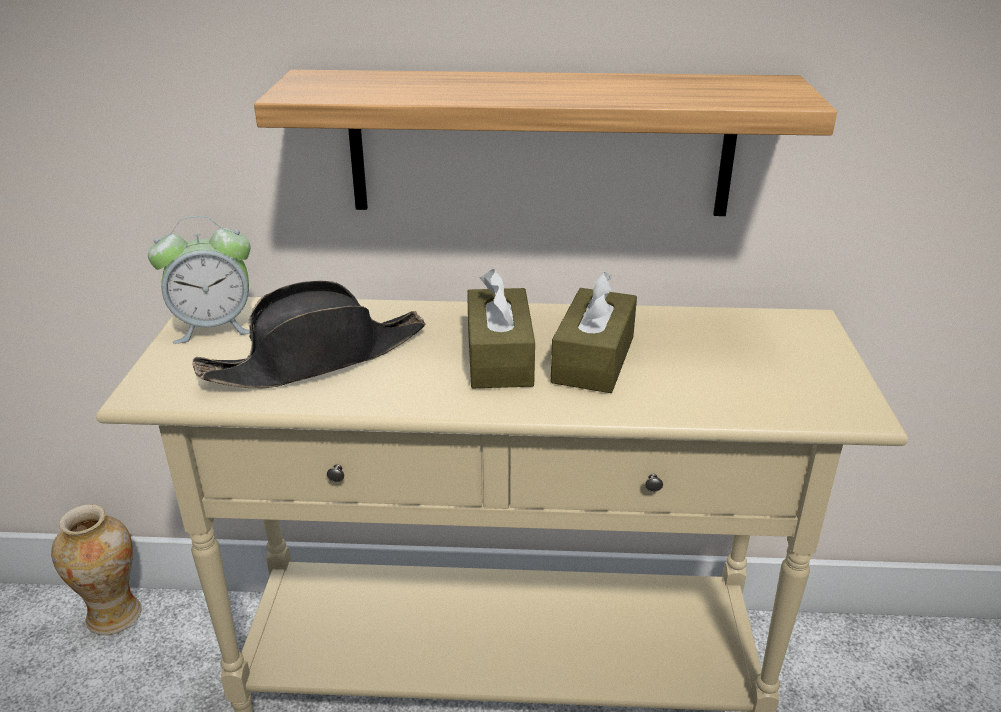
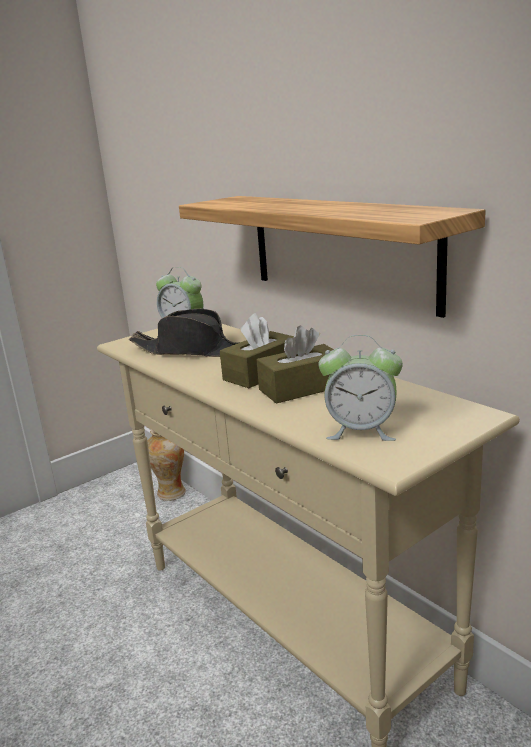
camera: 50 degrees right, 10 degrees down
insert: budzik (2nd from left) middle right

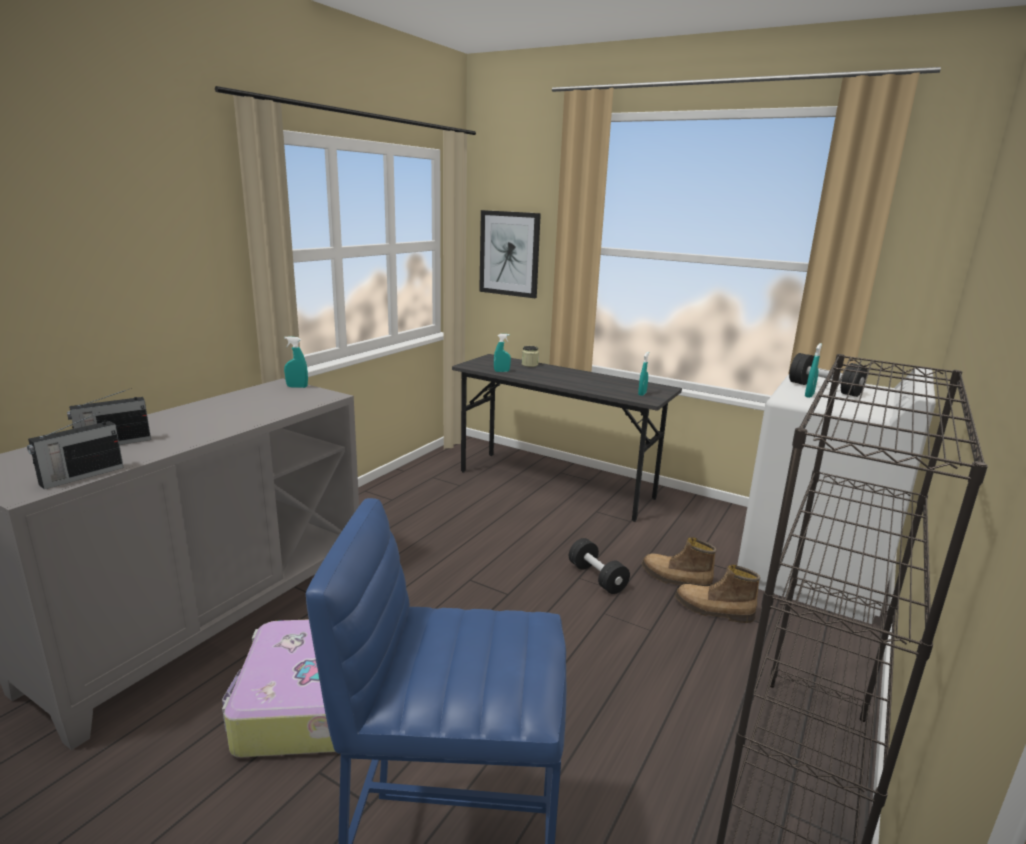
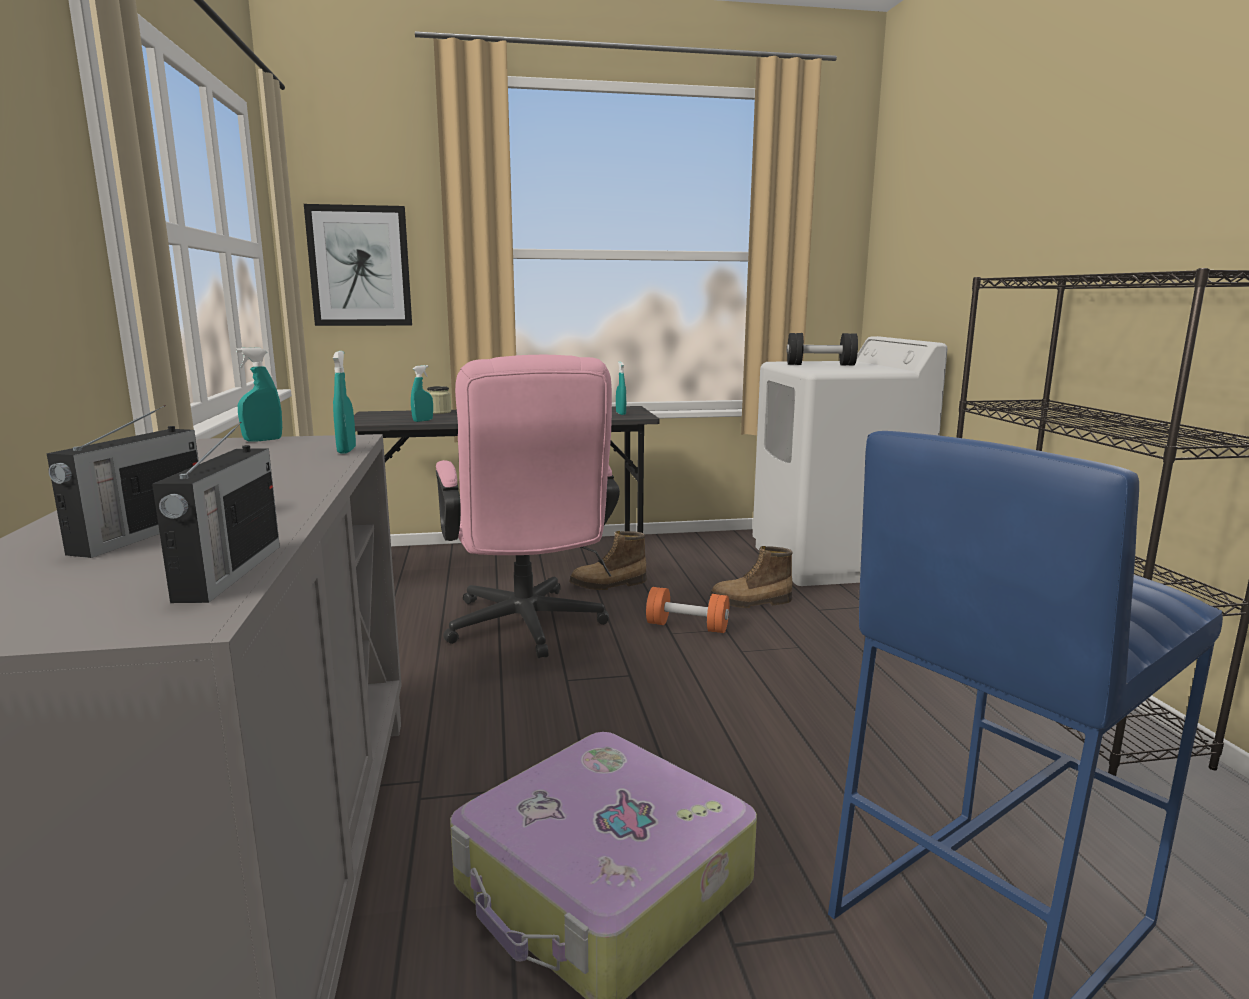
camera: 40 degrees left, 5 degrees down
insert: krzesło biurowe [różowy] centre
move: but z cholewką (2nd from left in the first image) bottom right to but z cholewką (1st from left) centre; spryskiwacz [turkusowy] (4th from left in the first image) middle right to spryskiwacz [turkusowy] (2nd from left) middle left
recolor: hantel [czarny] (1st from left) bottom centre to hantel [pomarańczowy] centre

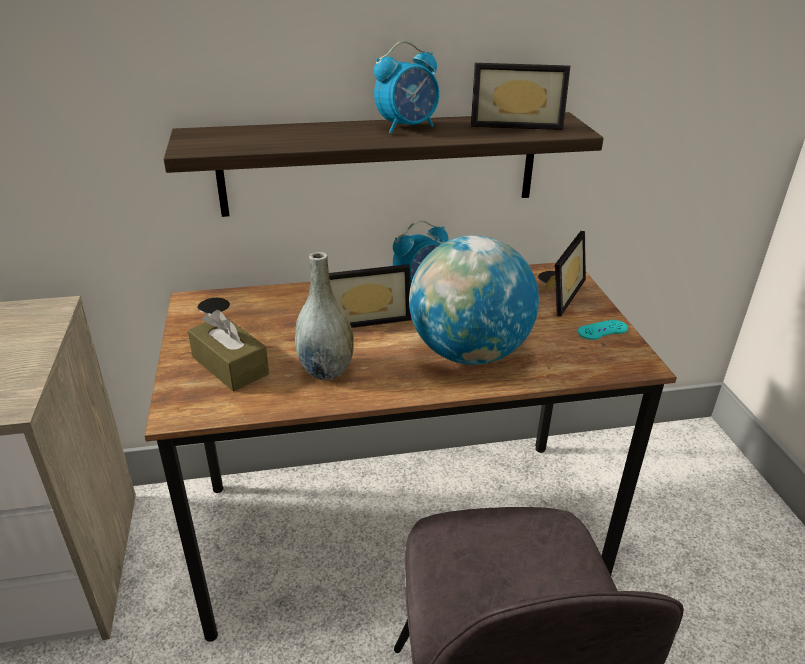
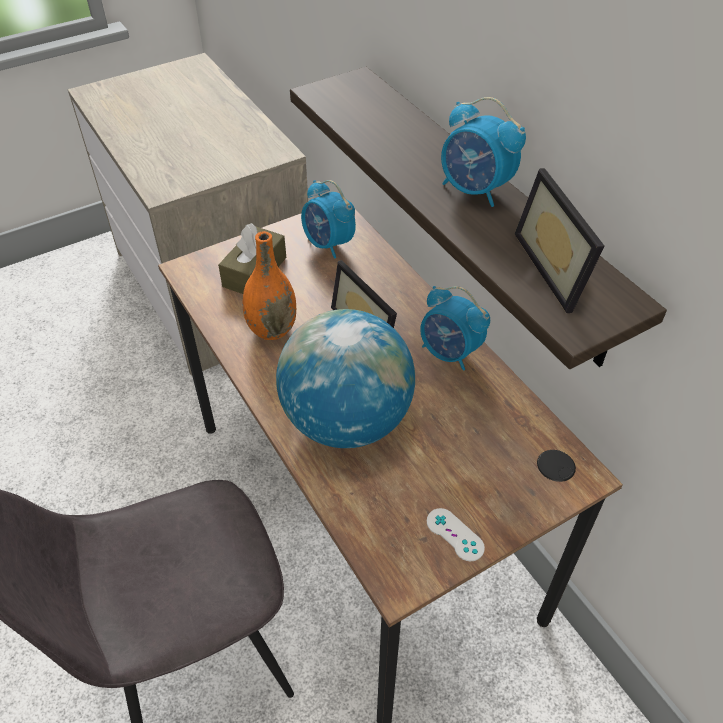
camera: 70 degrees right, 15 degrees up
delete: ramka na zdjęcie (3rd from left) middle right
insert: budzik (1st from left) top centre
recolor: wazon [szary] centre to wazon [pomarańczowy] centre; pad do gier [turkusowy] middle right to pad do gier [biały] bottom centre

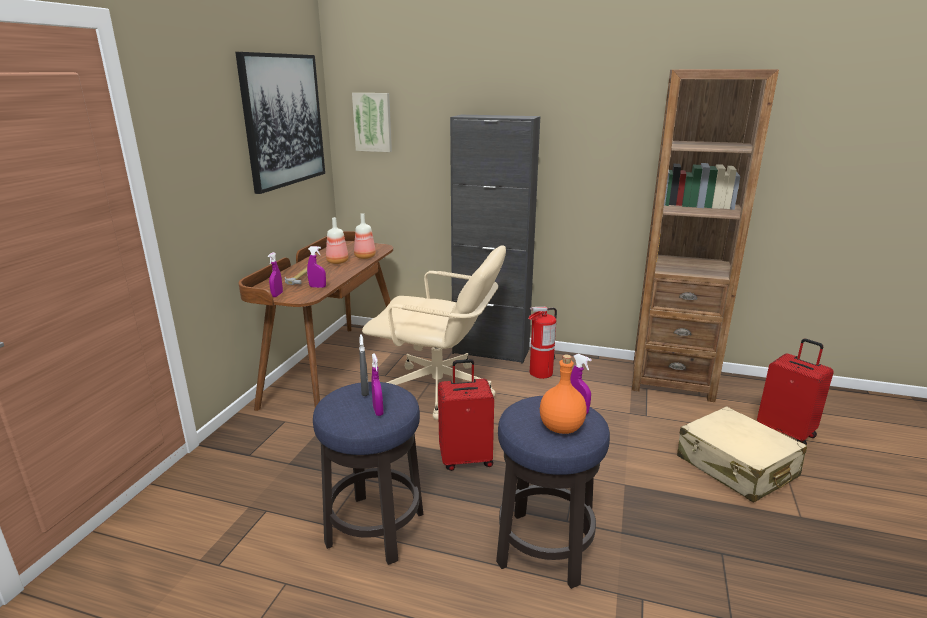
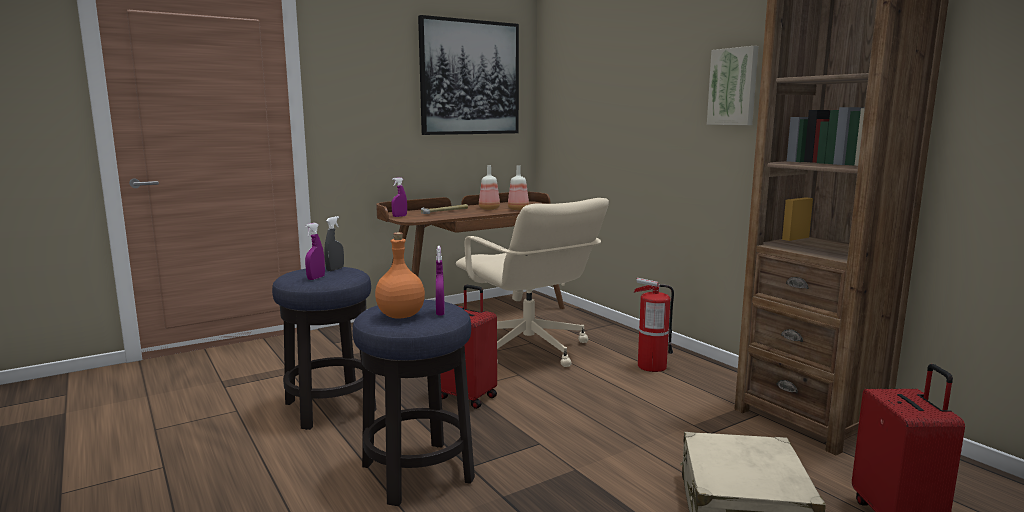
camera: 40 degrees right, 10 degrees down
delete: spryskiwacz [fioletowy] (2nd from left) centre; szafka [czarny] centre
move: obraz (2nd from left) top centre to top right

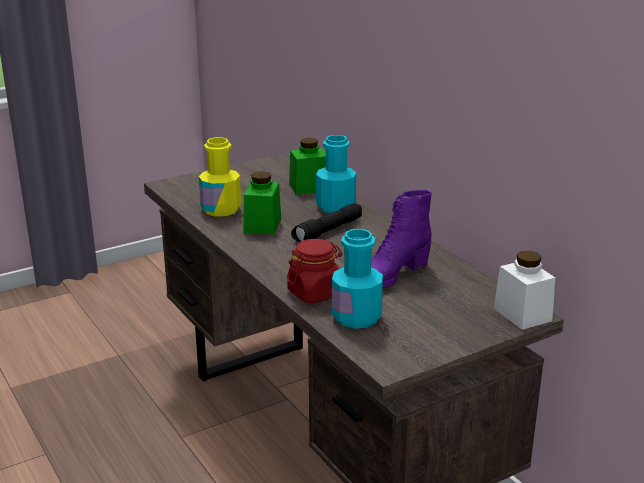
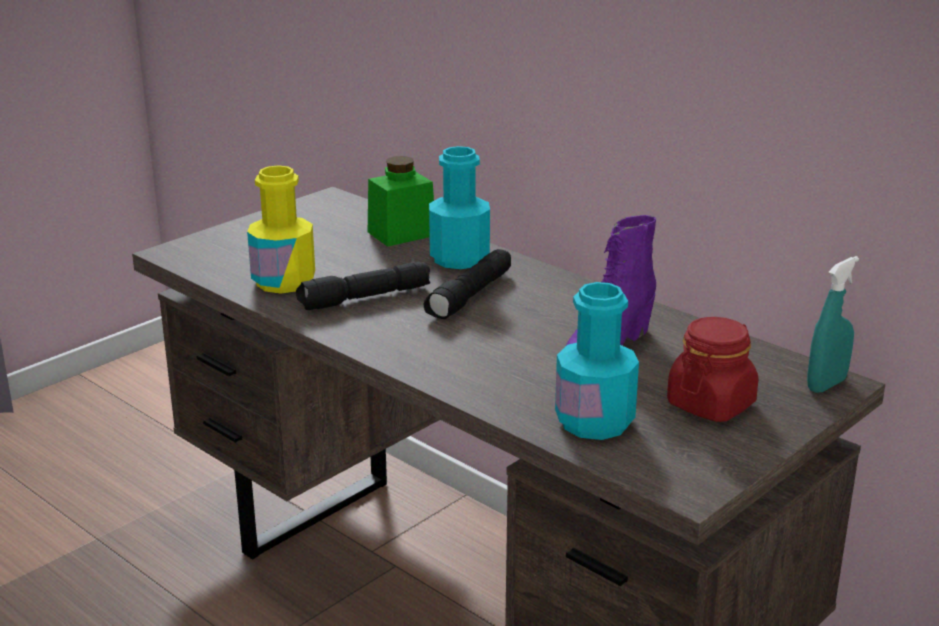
camera: 15 degrees left, 0 degrees up
move: słoik [czerwony] centre to middle right
replace: słoik [zielony] (1st from left) centre to latarka [czarny] (1st from left) centre; słoik [biały] middle right to spryskiwacz [turkusowy] middle right

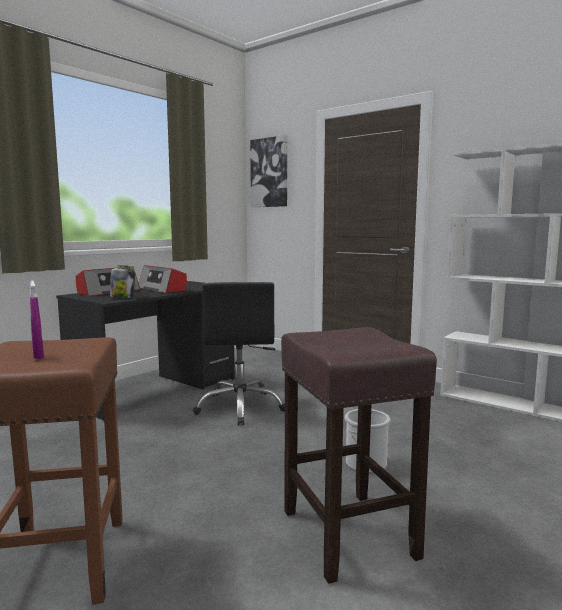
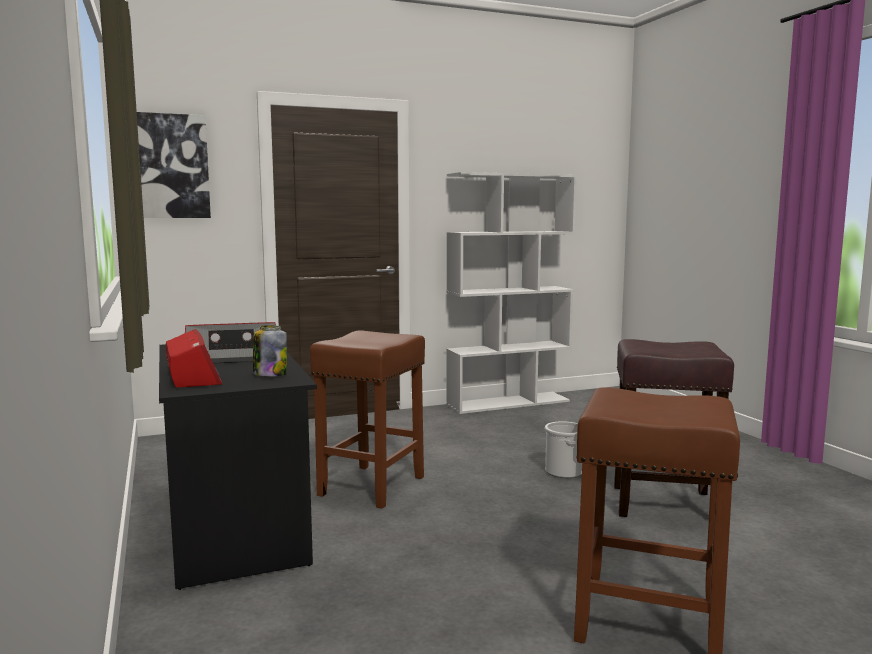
camera: 60 degrees left, 0 degrees up
delete: spryskiwacz [fioletowy] middle left
replace: krzesło biurowe [czarny] centre to stołek [brązowy] (1st from left) centre

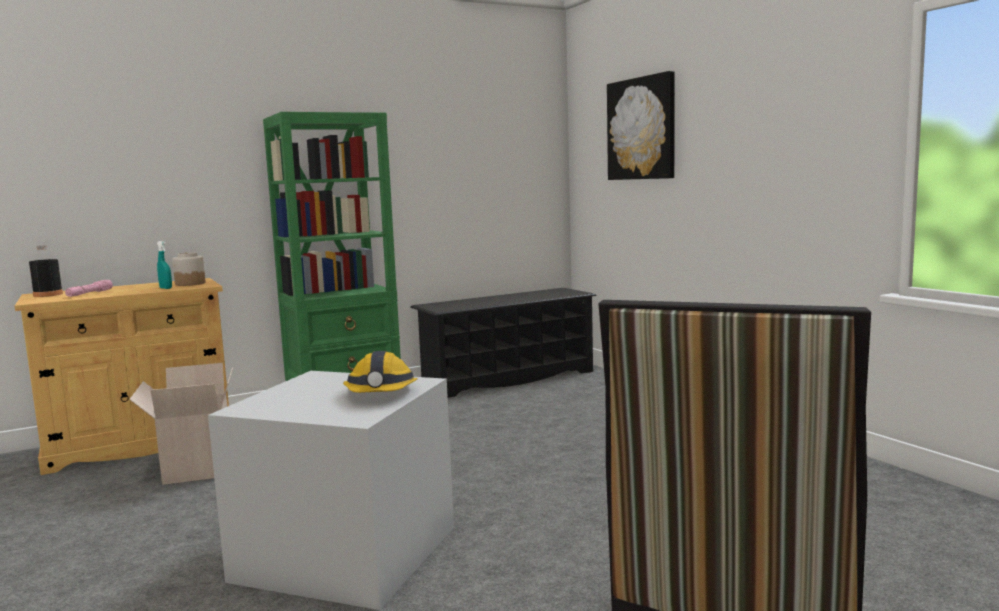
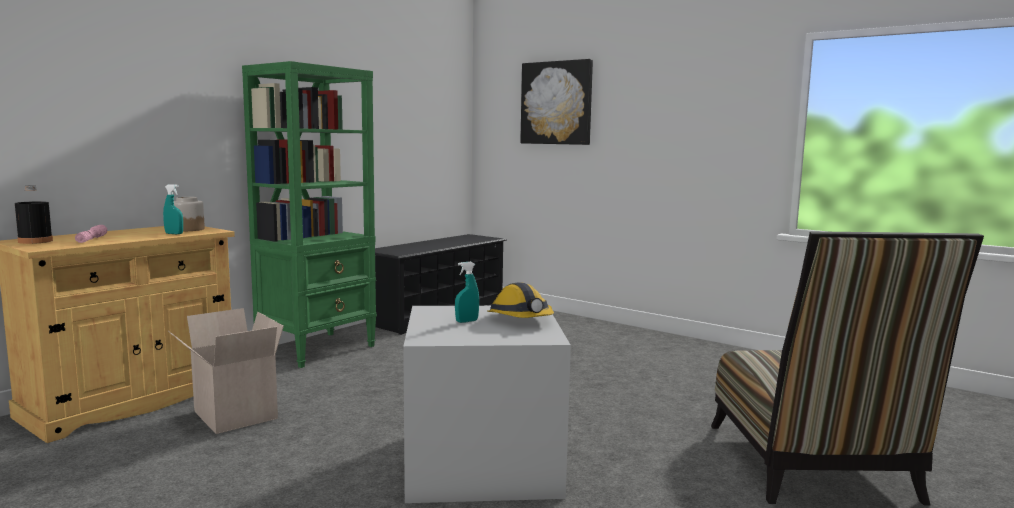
camera: 25 degrees left, 0 degrees up
insert: spryskiwacz [turkusowy] (2nd from left) centre

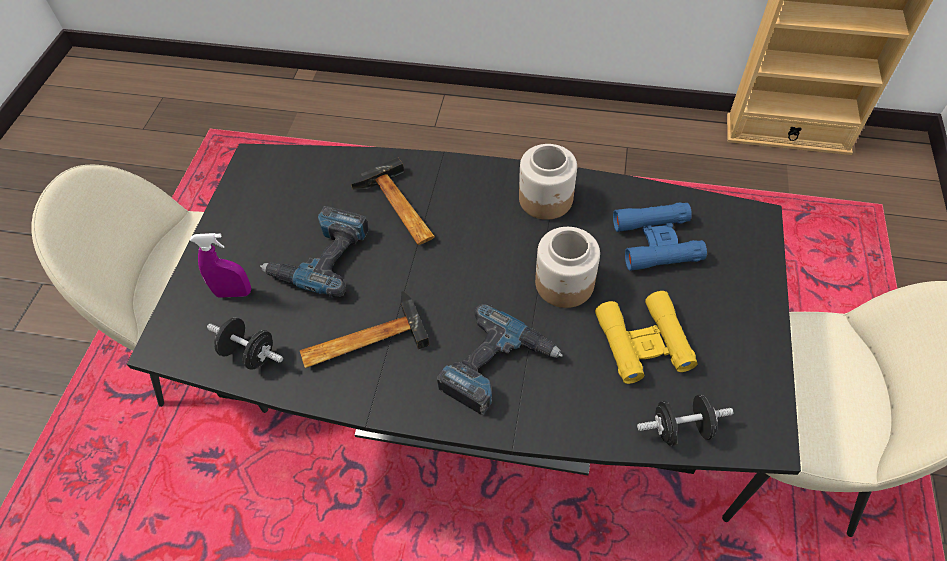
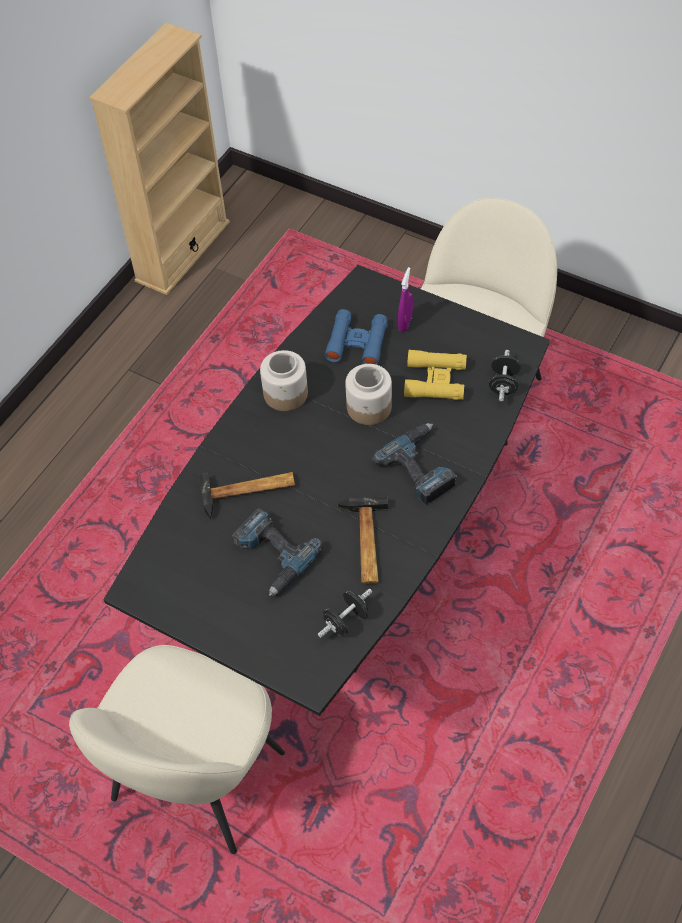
camera: 70 degrees left, 0 degrees up
move: spryskiwacz [fioletowy] middle left to top centre

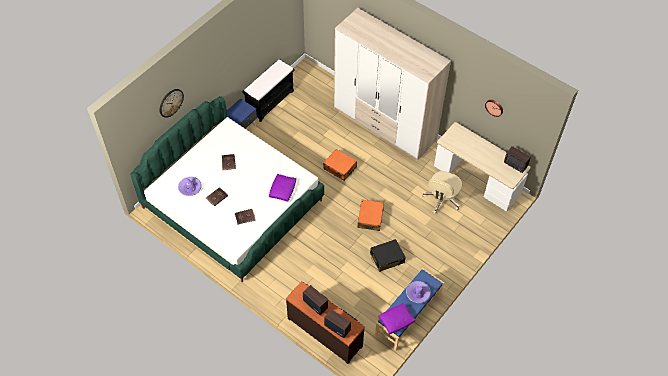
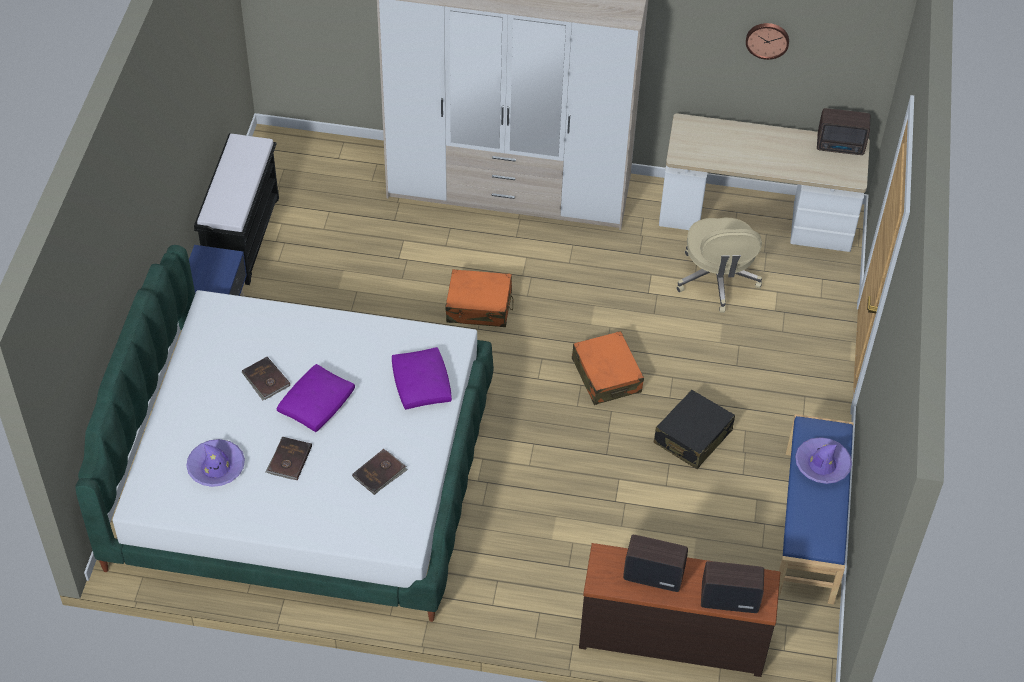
camera: 30 degrees left, 5 degrees down
delete: zegar ścienny (1st from left) top left
move: poduszka [fioletowy] (2nd from left in the first image) bottom centre to poduszka [fioletowy] (1st from left) middle left

